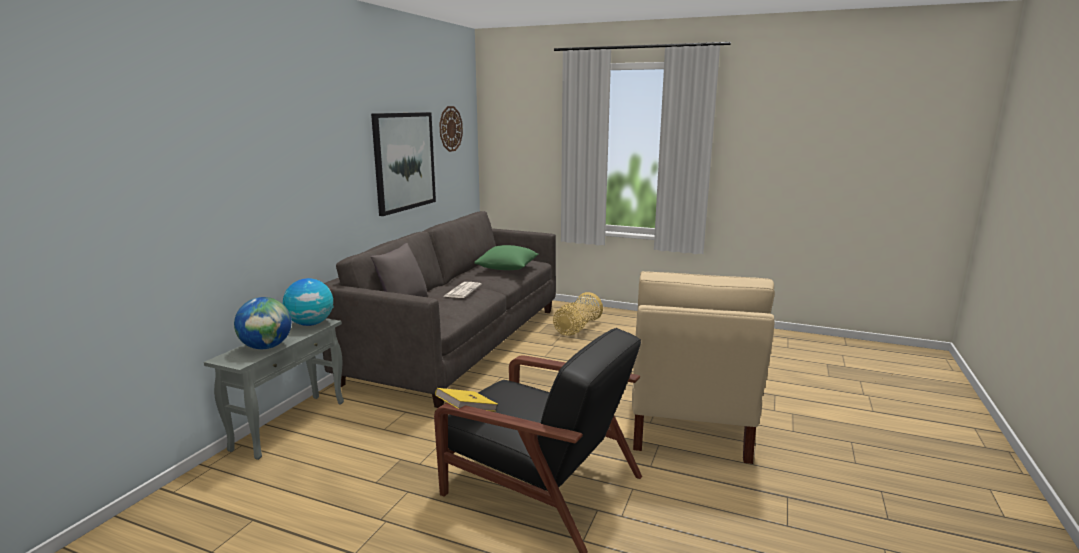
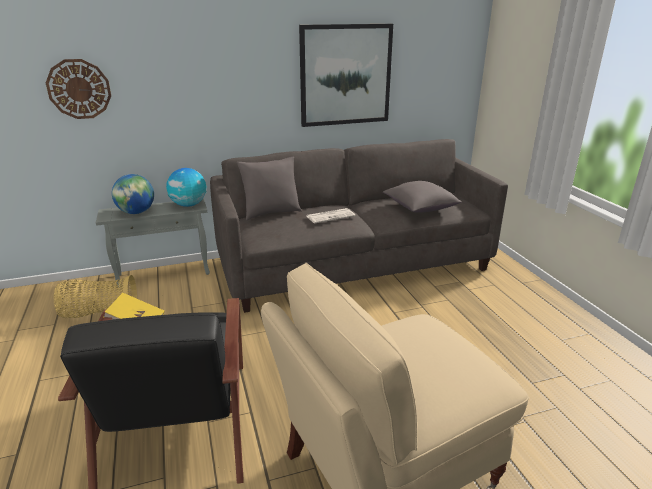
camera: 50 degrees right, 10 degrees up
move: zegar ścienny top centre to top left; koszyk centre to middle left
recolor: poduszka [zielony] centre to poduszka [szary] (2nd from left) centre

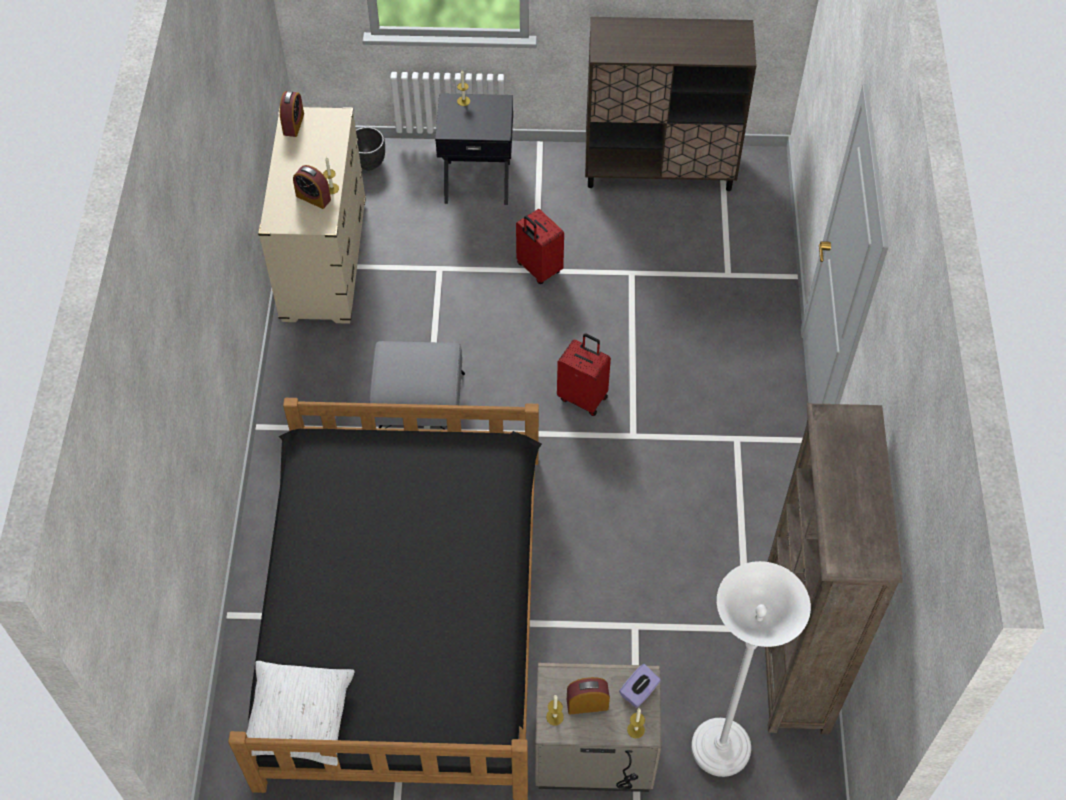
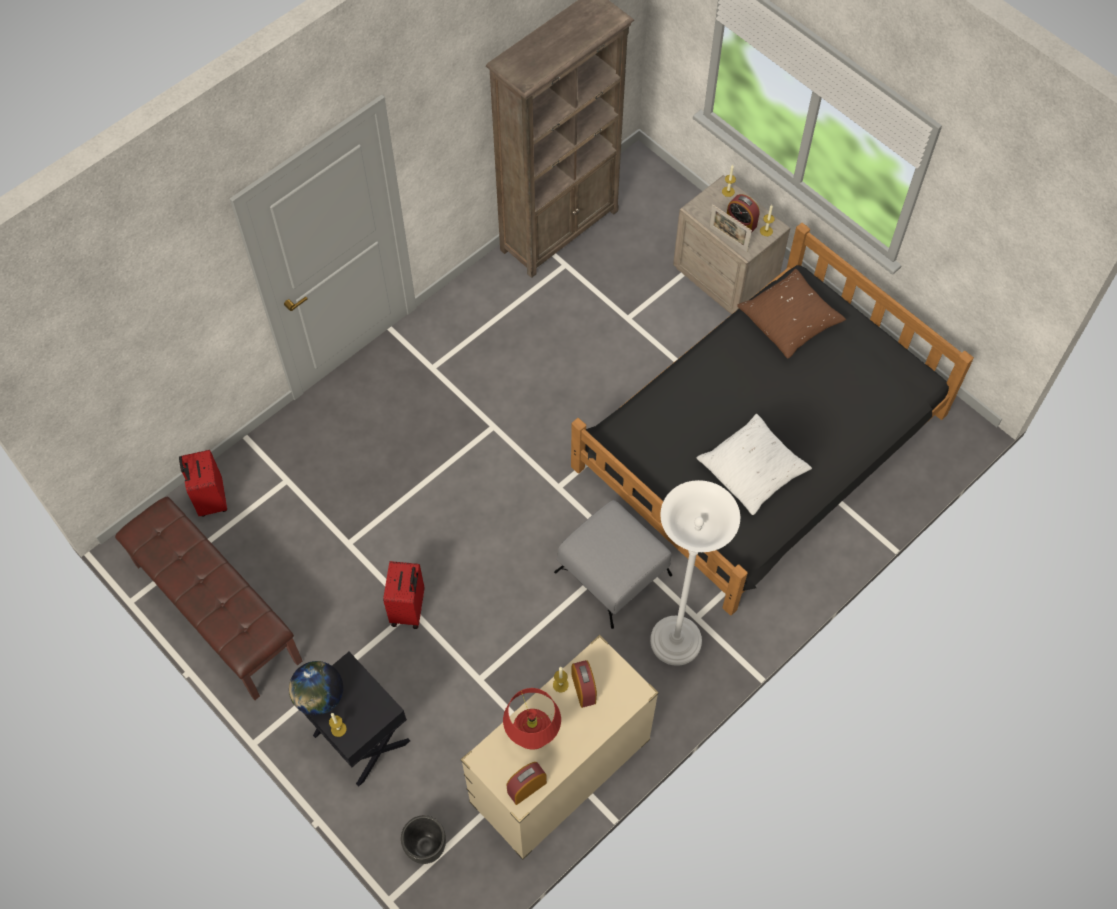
camera: 135 degrees left, 5 degrees up
delete: pudełko chusteczek [fioletowy] bottom centre
insert: globus bottom left; lampa stołowa [czerwony] bottom centre; ramka na zdjęcie top centre; poduszka [brązowy] middle right
move: poduszka [biały] bottom left to middle right; walizka [czerwony] (2nd from left in the first image) centre to walizka [czerwony] (1st from left) middle left; lampa stojąca [biały] bottom right to centre
replace: szafka [brązowy] top centre to ławka [brązowy] middle left

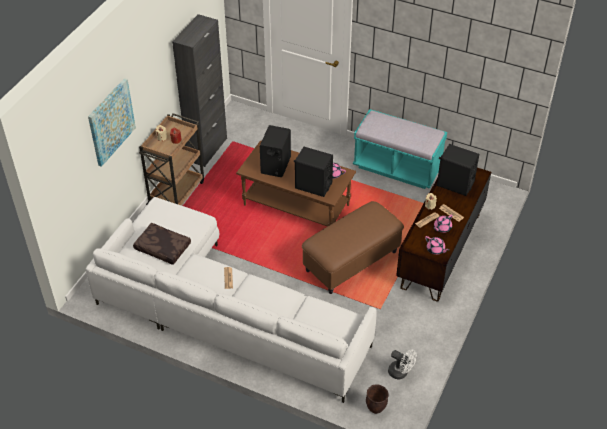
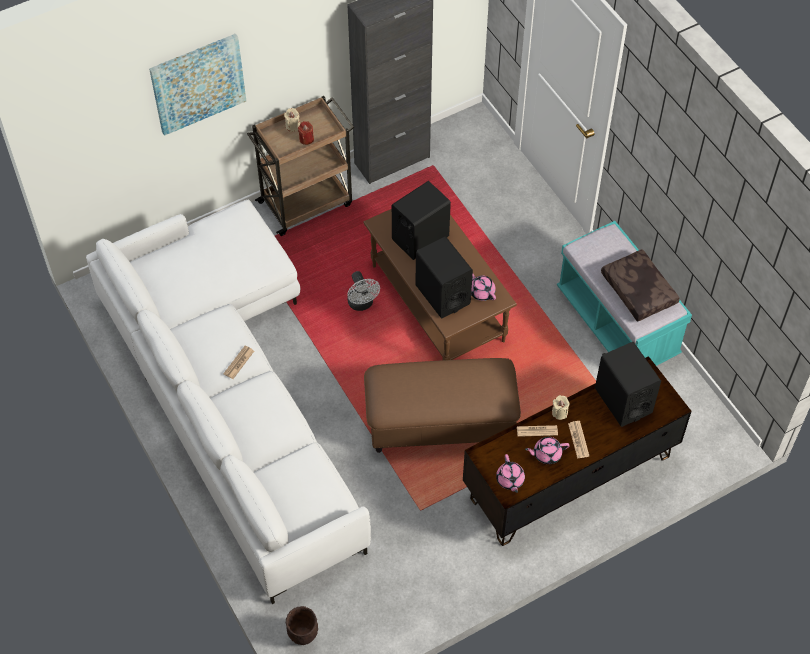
camera: 35 degrees right, 10 degrees up
move: poduszka [brązowy] middle left to middle right; wentylator [biały] bottom centre to centre

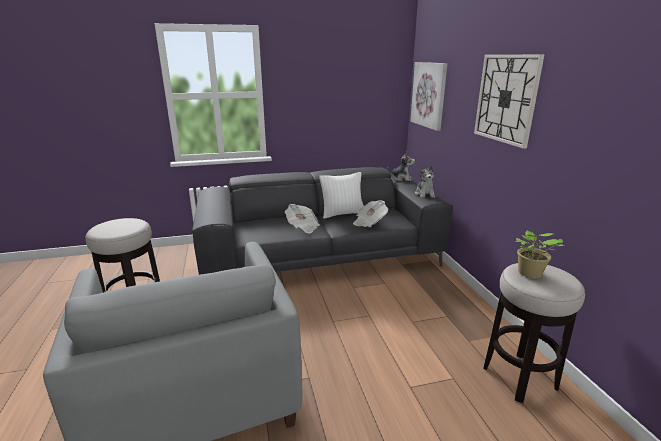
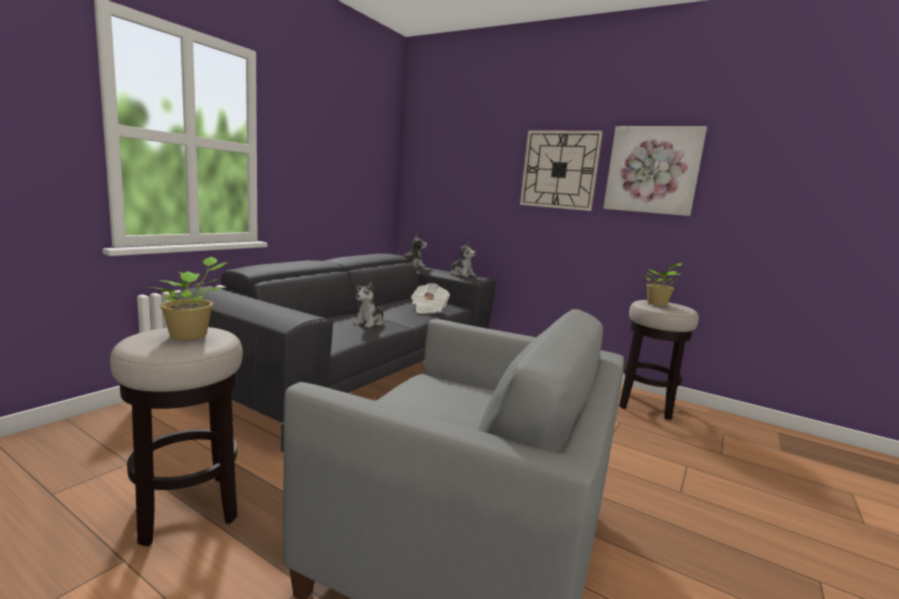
camera: 45 degrees left, 10 degrees down
delete: poduszka [biały] centre
insert: roślina doniczkowa (1st from left) middle left
move: obraz top centre to top right
replace: gazeta (1st from left) centre to pluszak (1st from left) centre

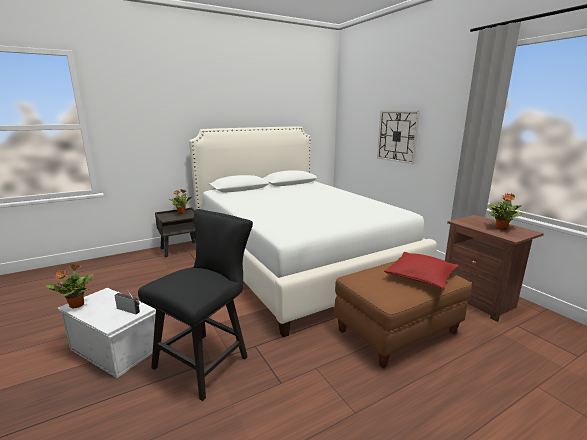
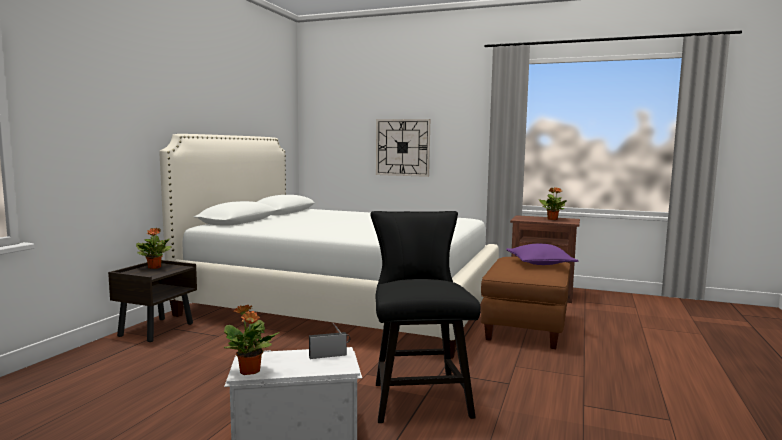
camera: 40 degrees left, 10 degrees down
recolor: poduszka [czerwony] middle right to poduszka [fioletowy] middle right

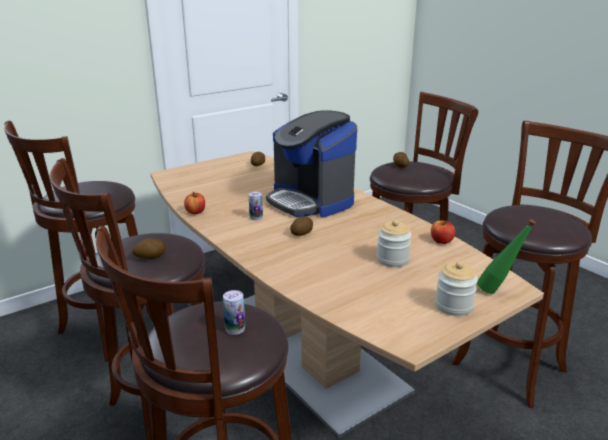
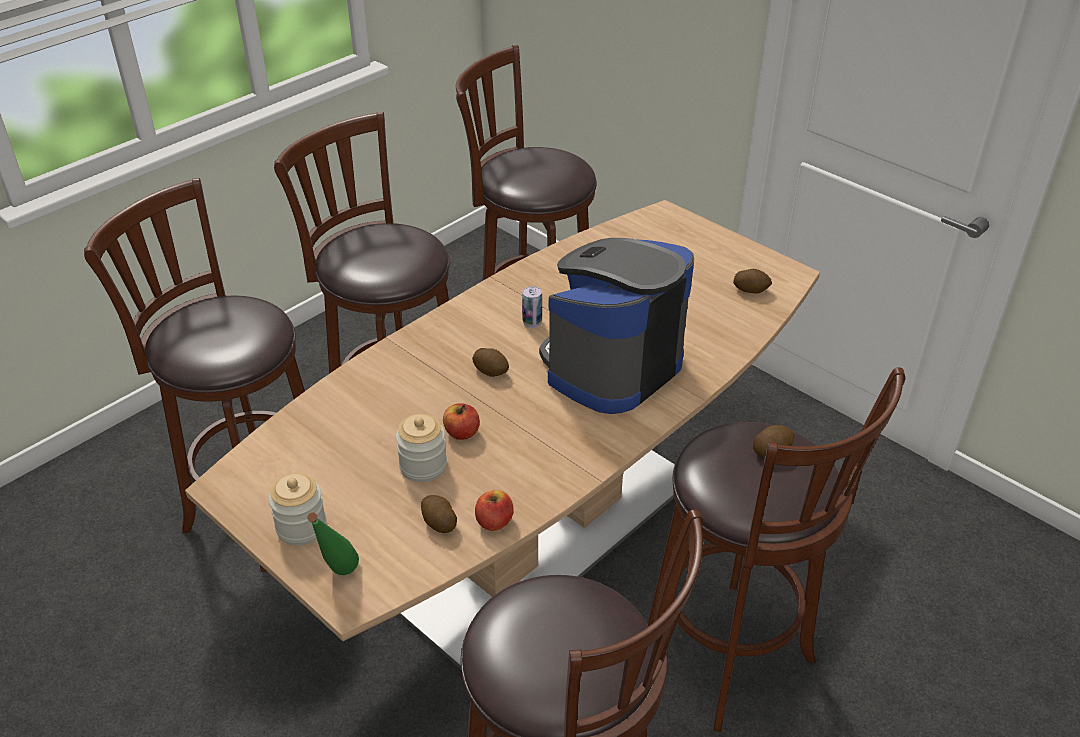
camera: 80 degrees right, 15 degrees up
delete: puszka (1st from left) bottom centre
move: ziemniak (1st from left) middle left to bottom centre; jabłko (1st from left) middle left to centre

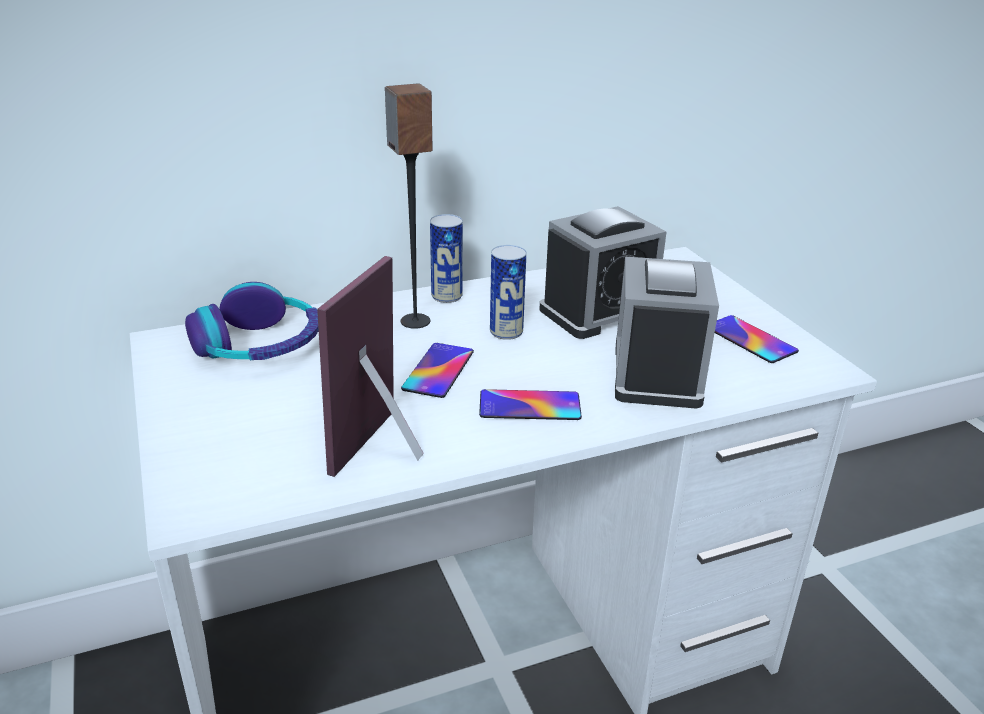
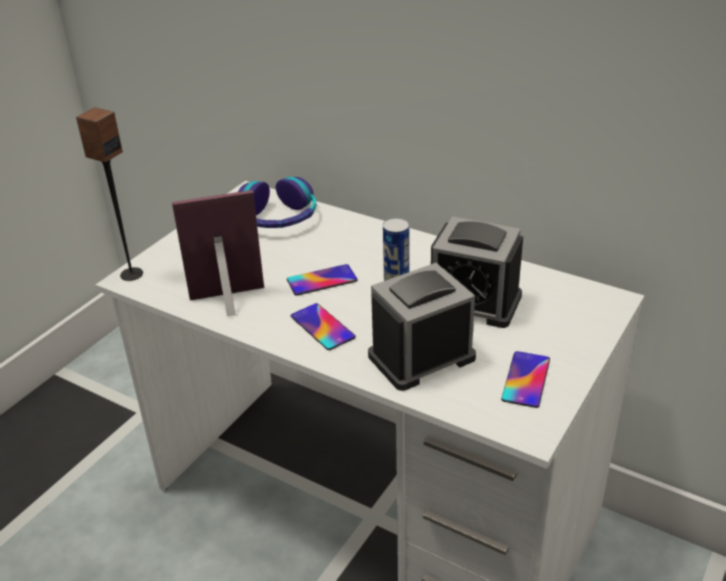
camera: 55 degrees right, 5 degrees up
delete: puszka (1st from left) centre
move: głośnik top centre to middle left

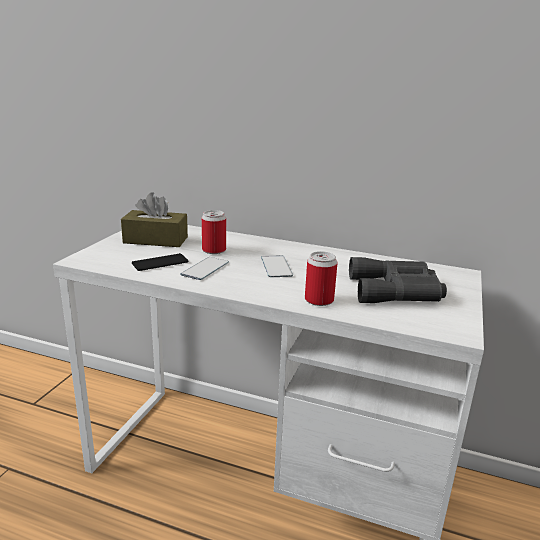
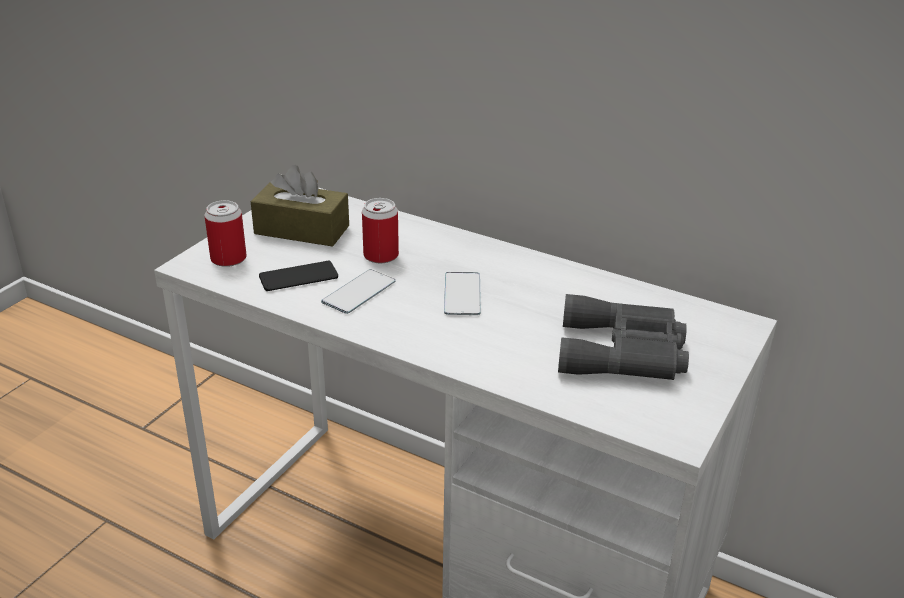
camera: 10 degrees right, 10 degrees up
move: puszka (2nd from left in the first image) centre to puszka (1st from left) middle left

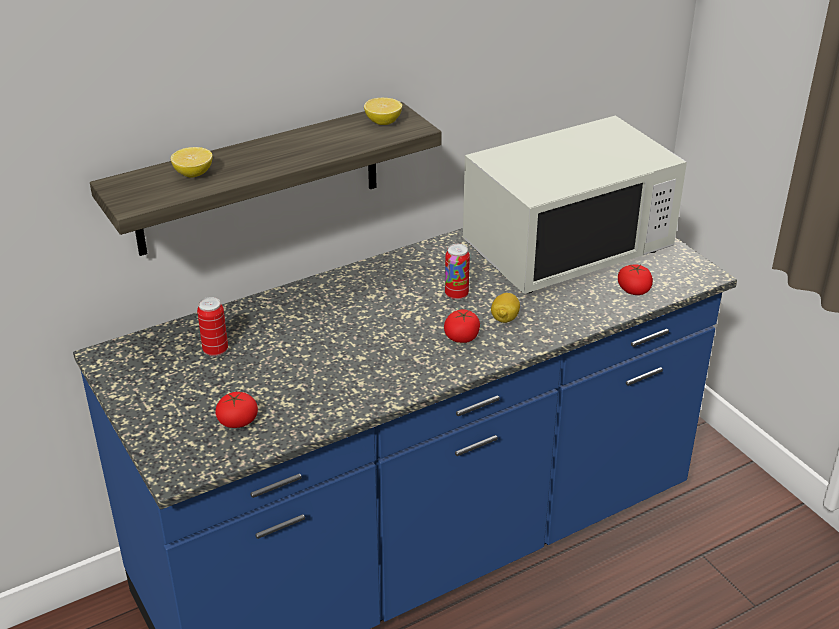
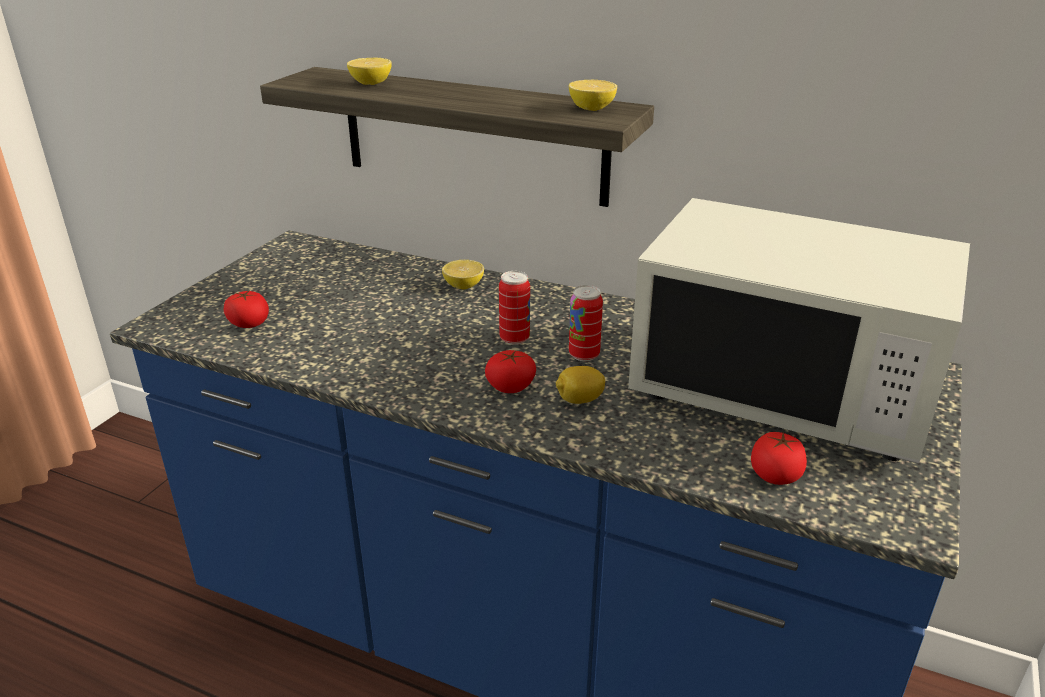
camera: 55 degrees right, 5 degrees down
insert: cytryna (2nd from left) centre
move: puszka (1st from left) middle left to centre

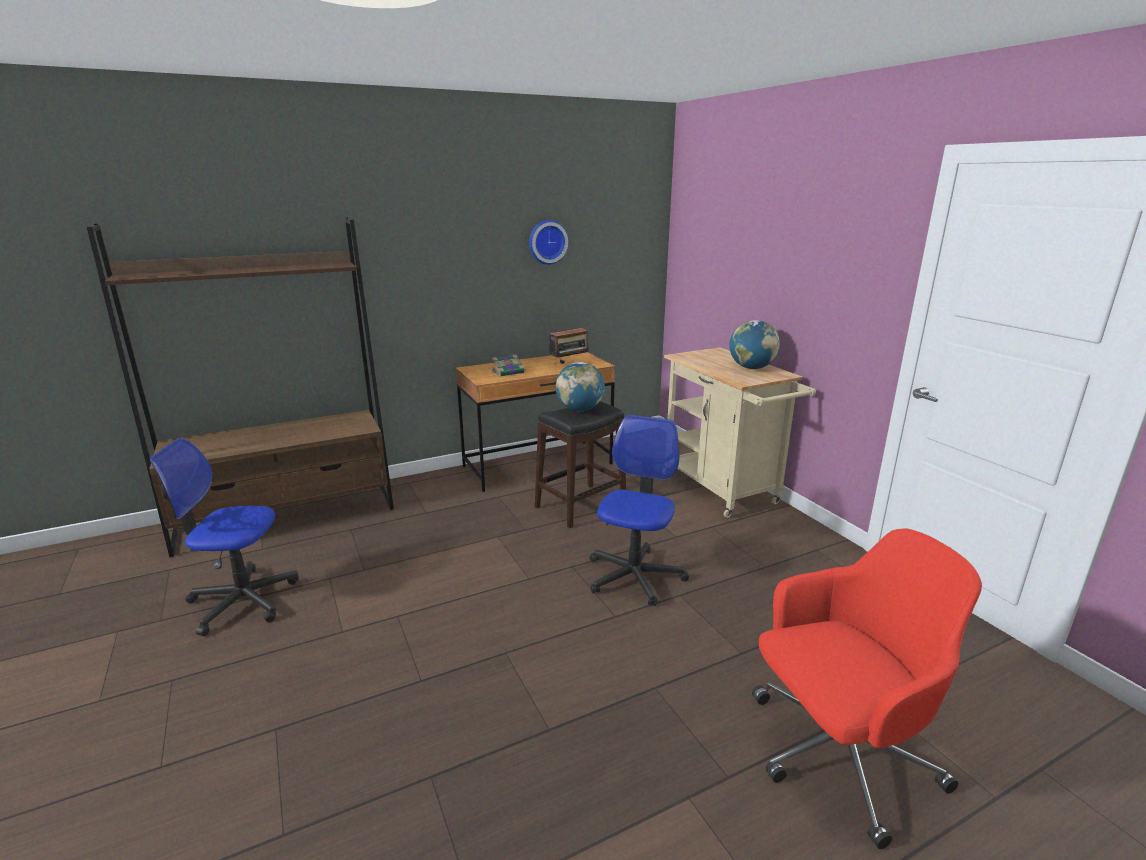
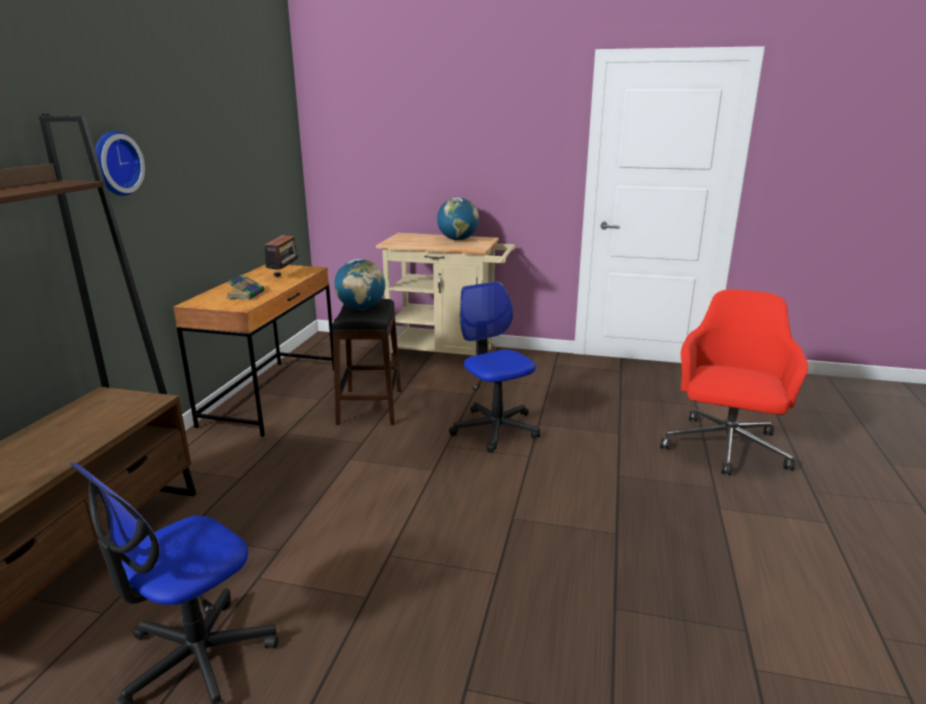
camera: 50 degrees left, 0 degrees up
move: zegar ścienny top centre to top left

